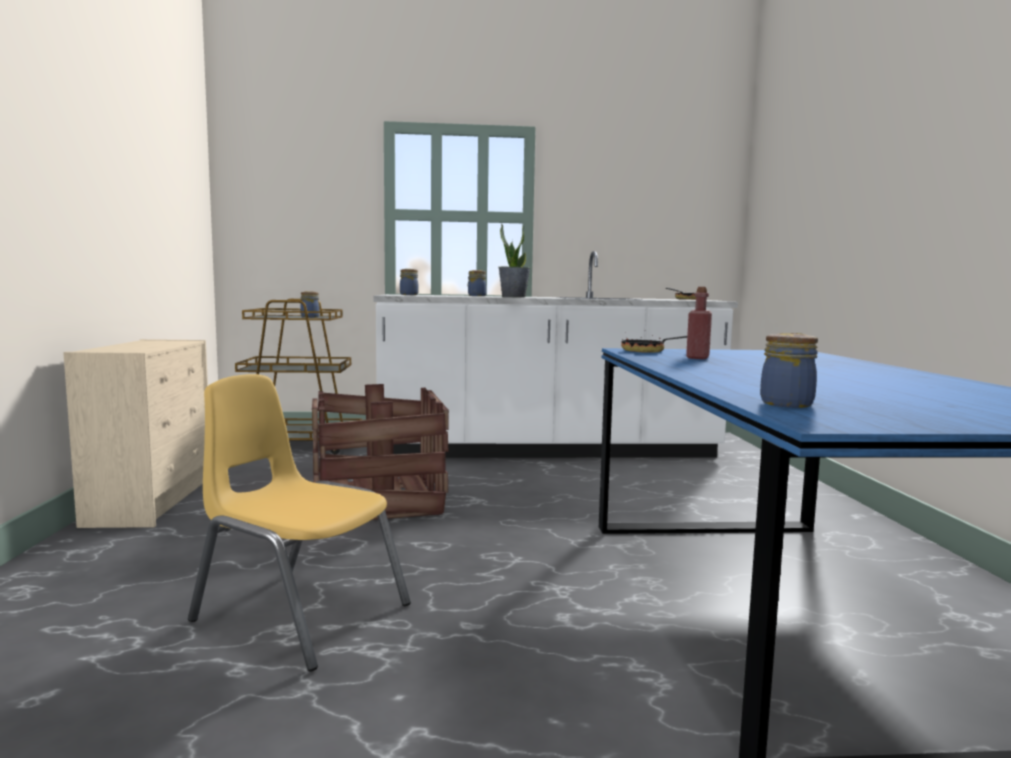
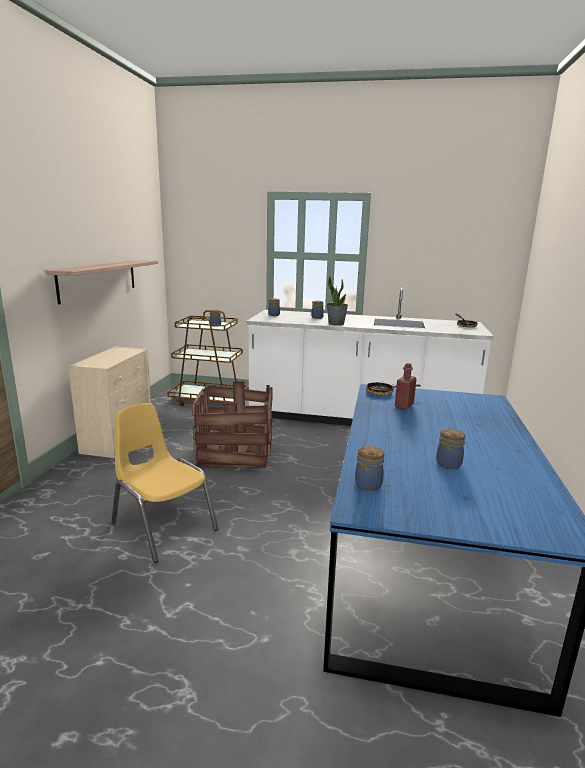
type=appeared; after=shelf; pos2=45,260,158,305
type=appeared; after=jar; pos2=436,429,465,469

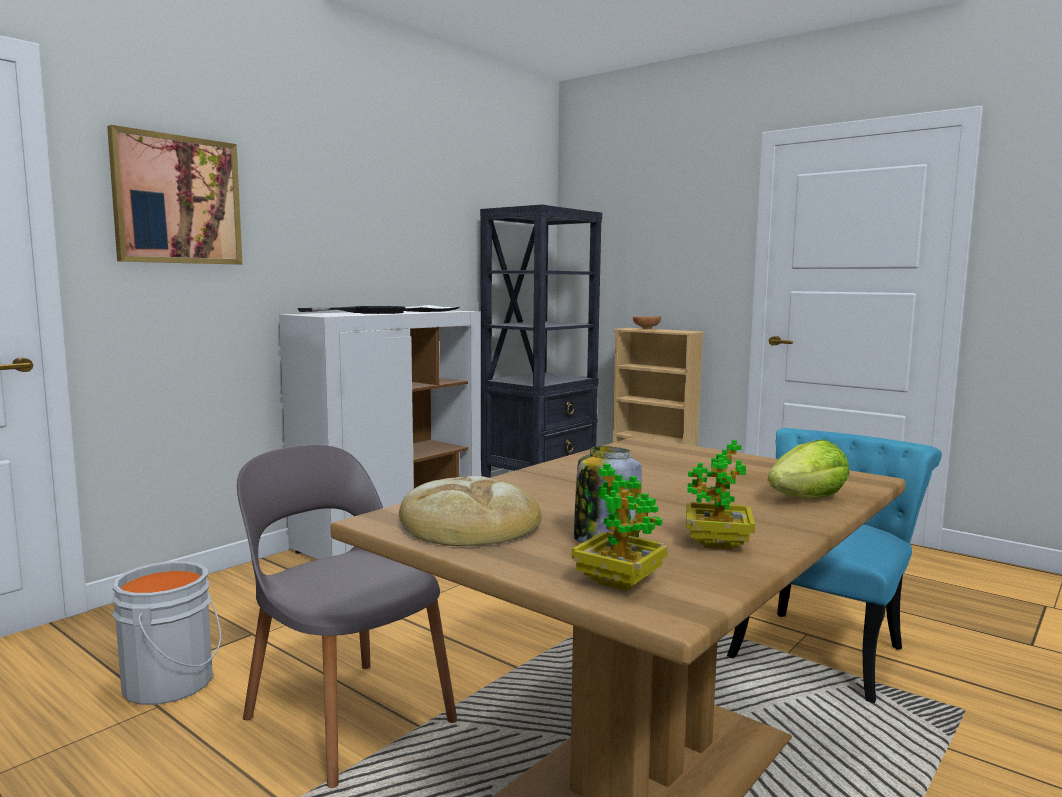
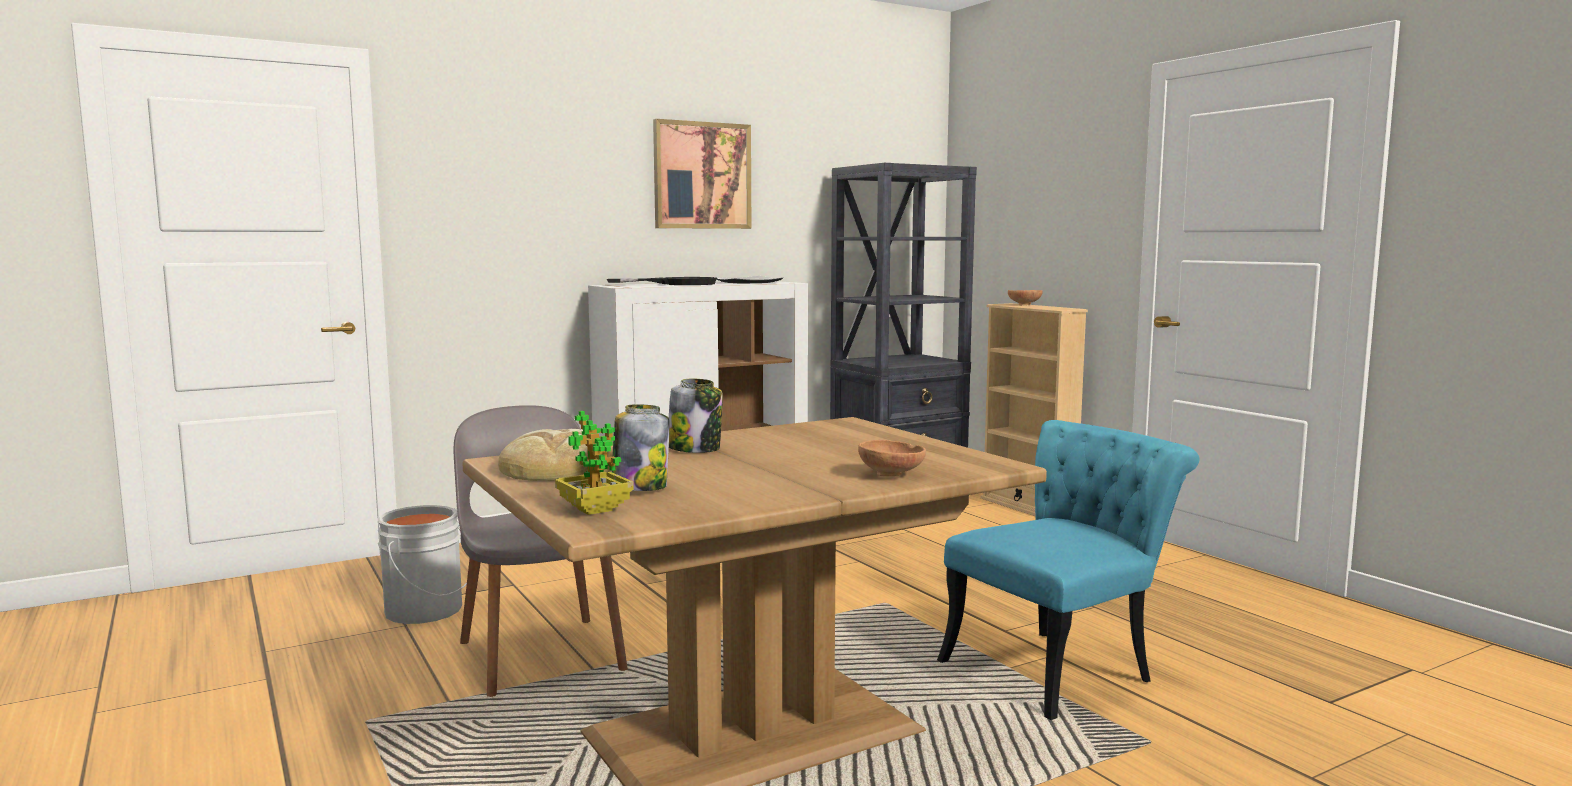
type=relocated; before=picture; pos1=107,125,242,264; pos2=653,119,751,229
type=appeared; after=jar; pos2=669,379,723,453
type=exchanged; before=lettuce; after=brown bowl; pos1=768,440,850,498; pos2=858,440,926,476
type=missing; before=potted plant; pos1=686,440,755,550

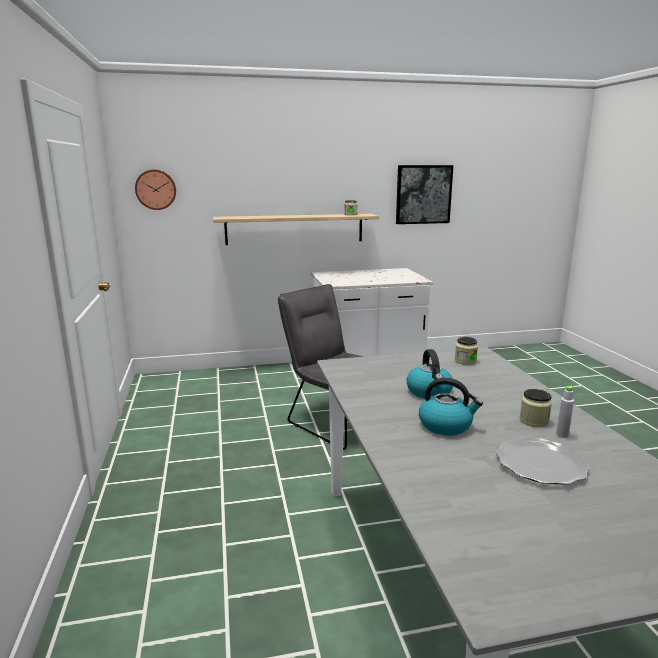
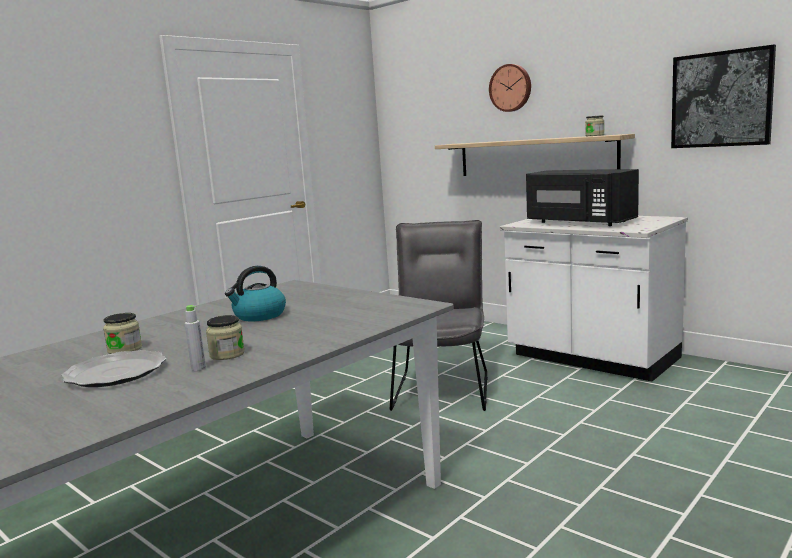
type=relocated; before=jar; pos1=455,337,478,365; pos2=103,313,142,354
type=relocated; before=wall clock; pos1=135,170,176,210; pos2=489,64,531,112
type=appeared; after=black microwave; pos2=526,169,639,226
type=missing; before=kettle; pos1=419,378,483,436

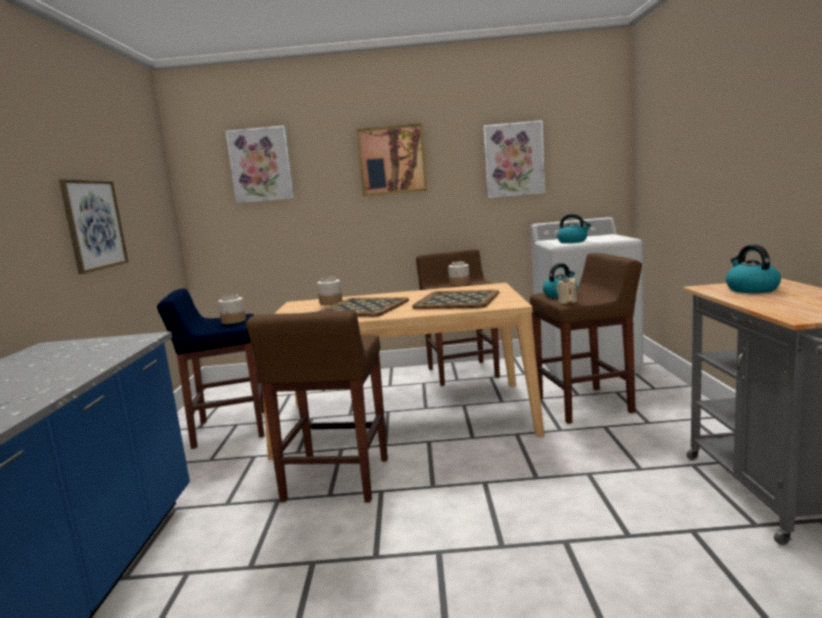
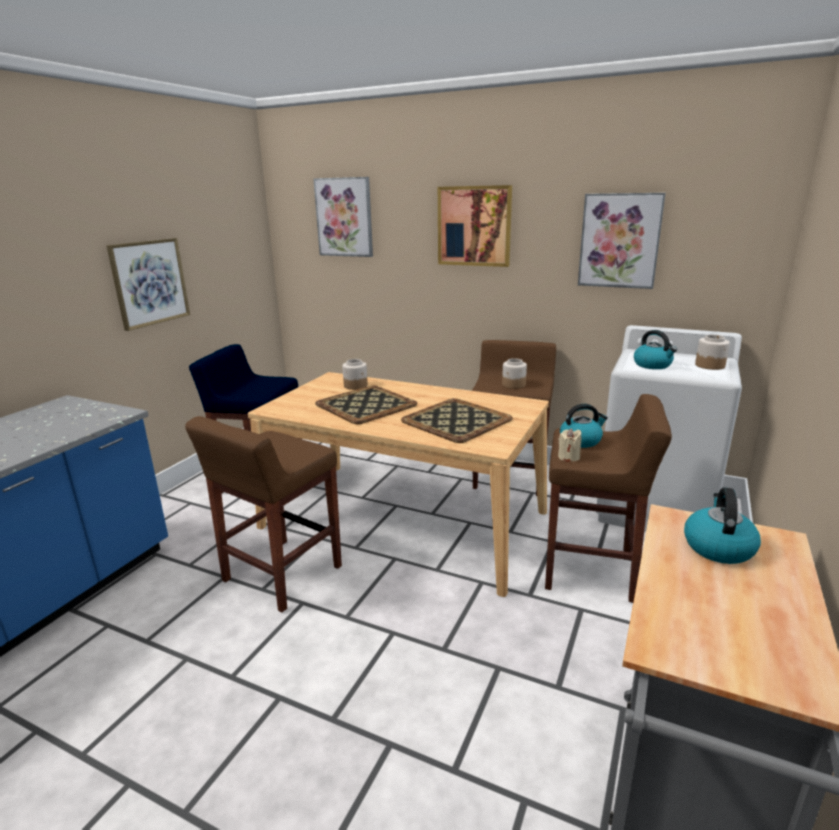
type=relocated; before=jar; pos1=218,294,246,324; pos2=695,335,730,370

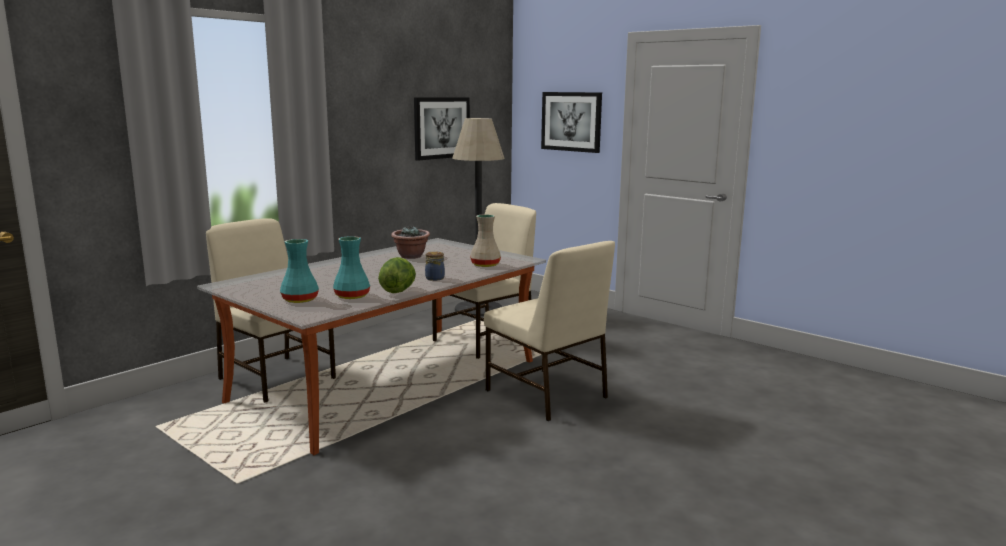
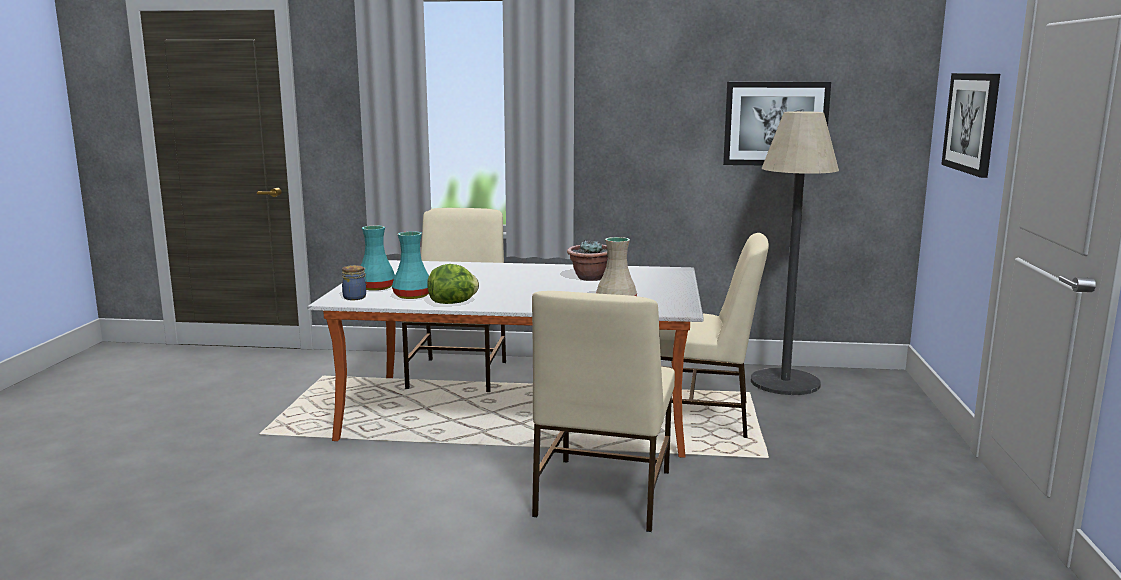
type=relocated; before=jar; pos1=425,252,445,281; pos2=342,265,367,300

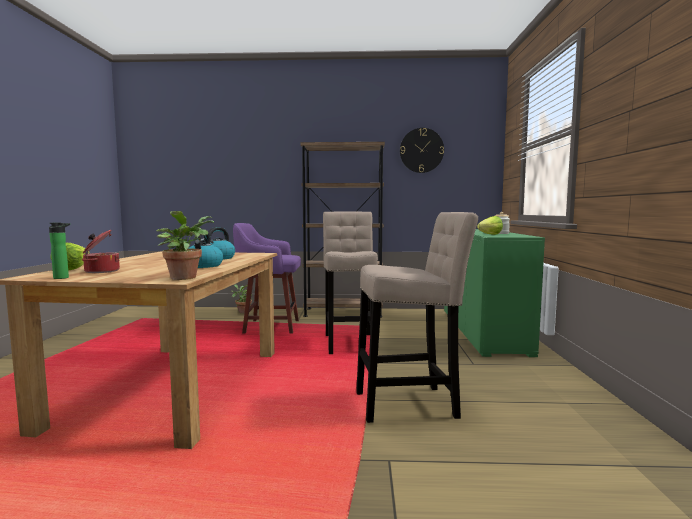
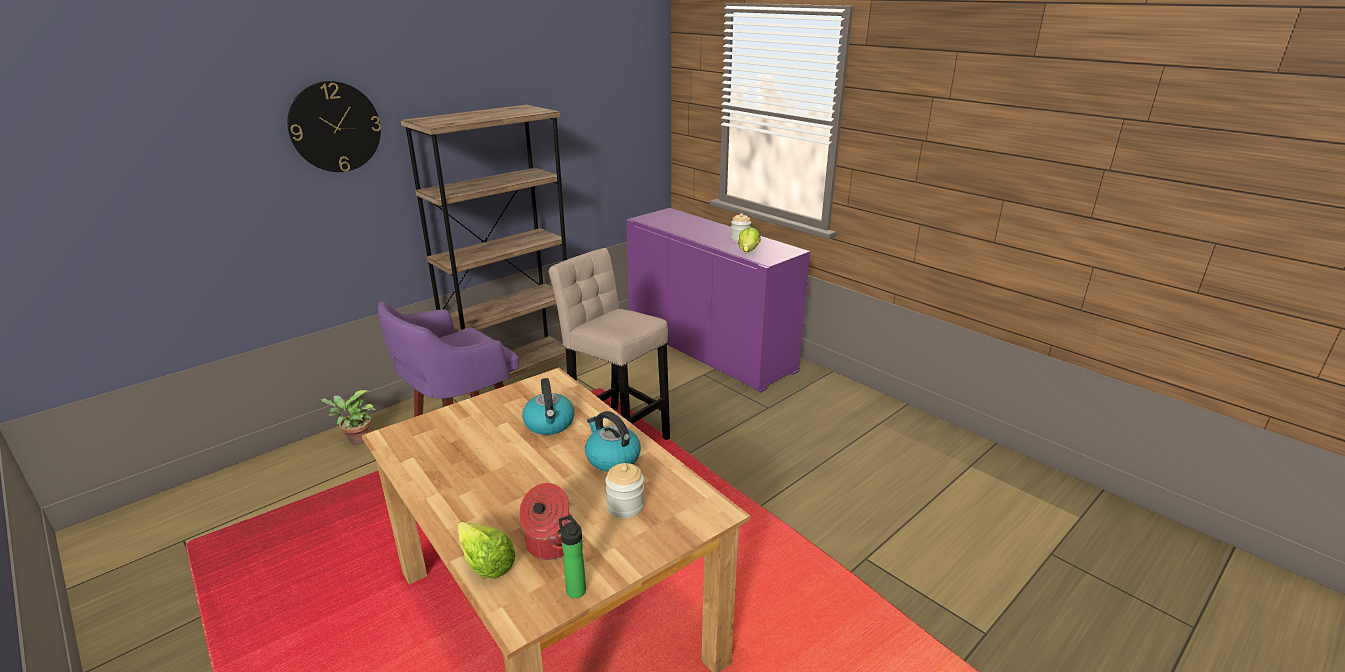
type=relocated; before=wall clock; pos1=400,128,444,173; pos2=287,81,381,172
type=appeared; after=jar; pos2=605,463,644,518
type=colour; before=green cabinet; after=purple cabinet; pos1=444,229,545,357; pos2=626,208,810,392
type=missing; before=potted plant; pos1=156,211,214,280
type=missing; before=beige stool; pos1=356,212,478,423

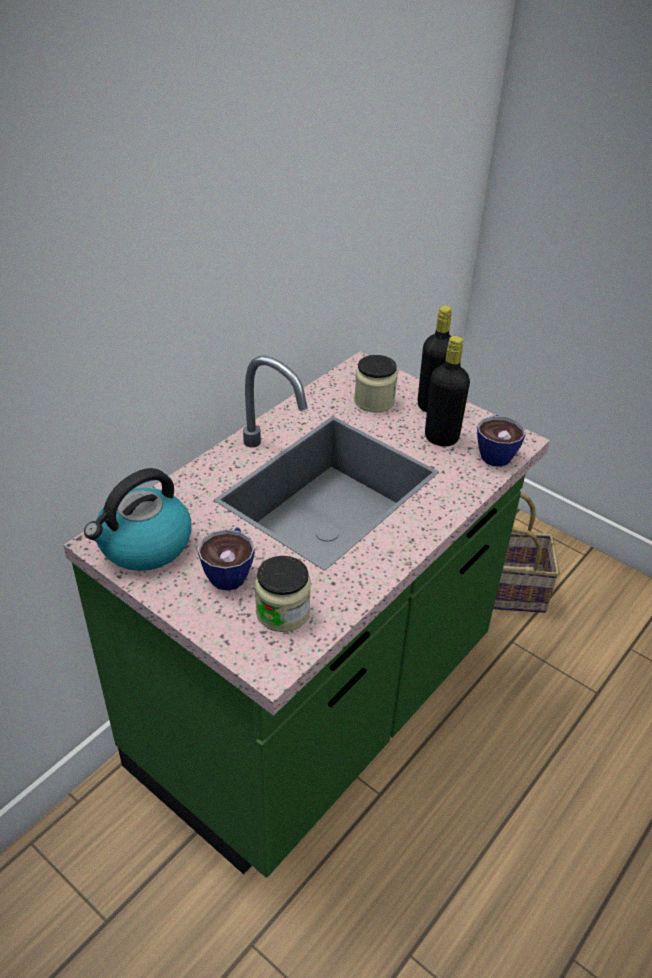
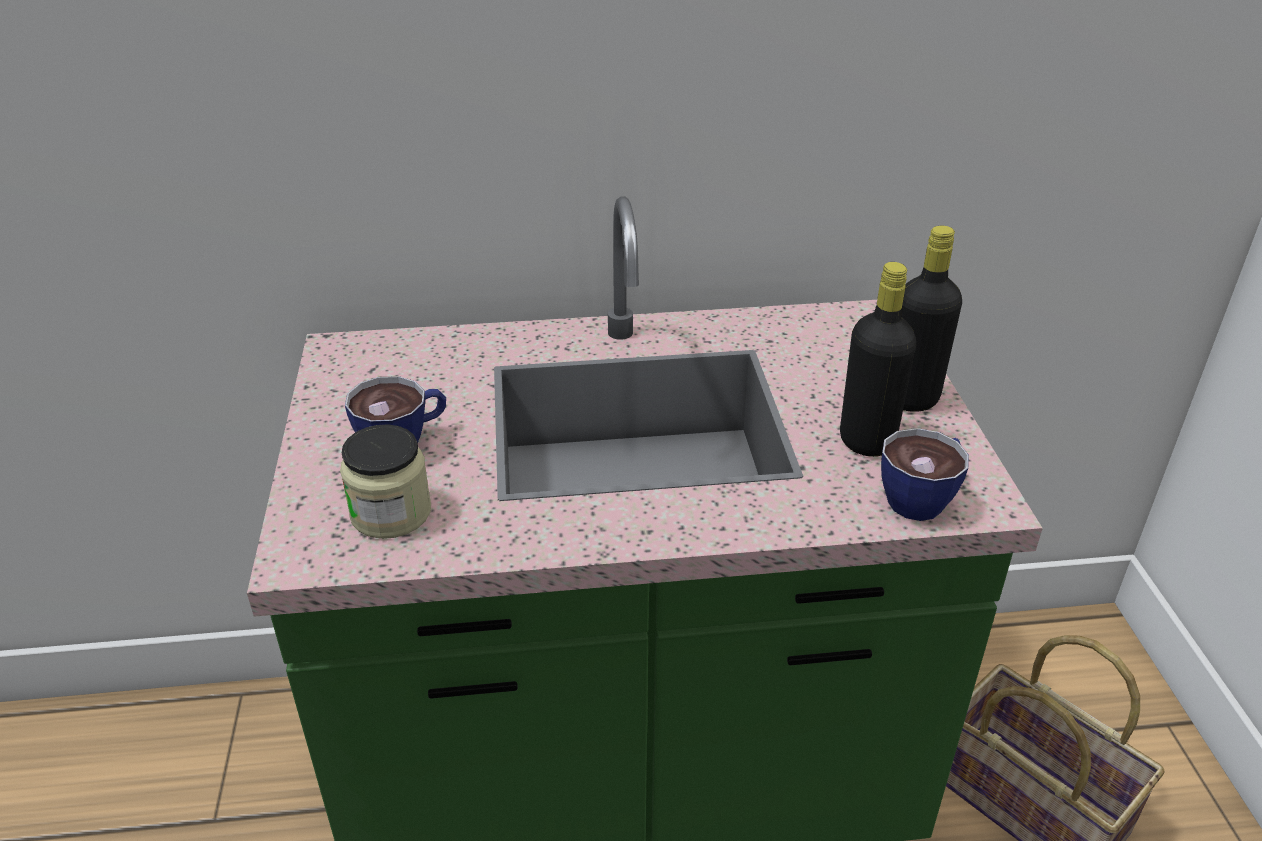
type=missing; before=kettle; pos1=84,468,192,571
type=missing; before=jar; pos1=354,355,398,413

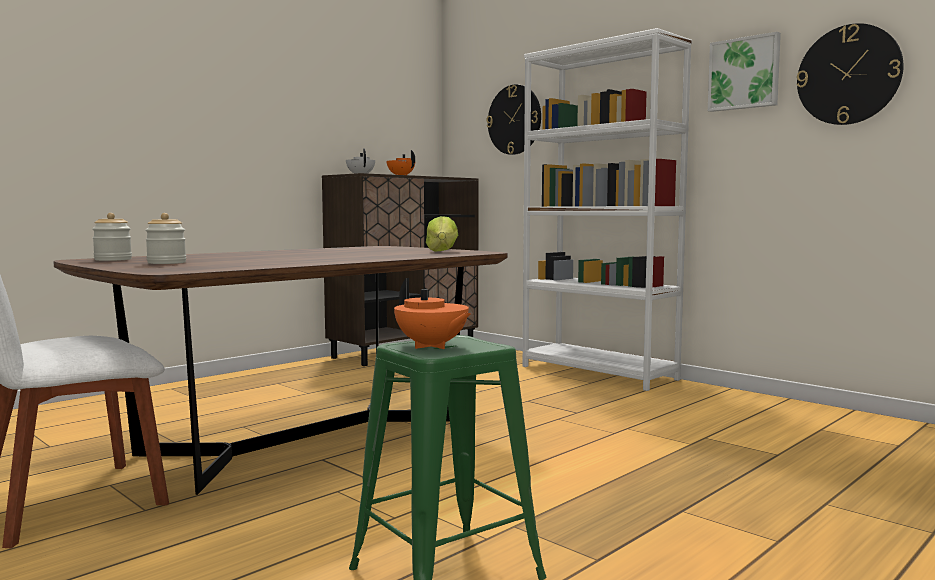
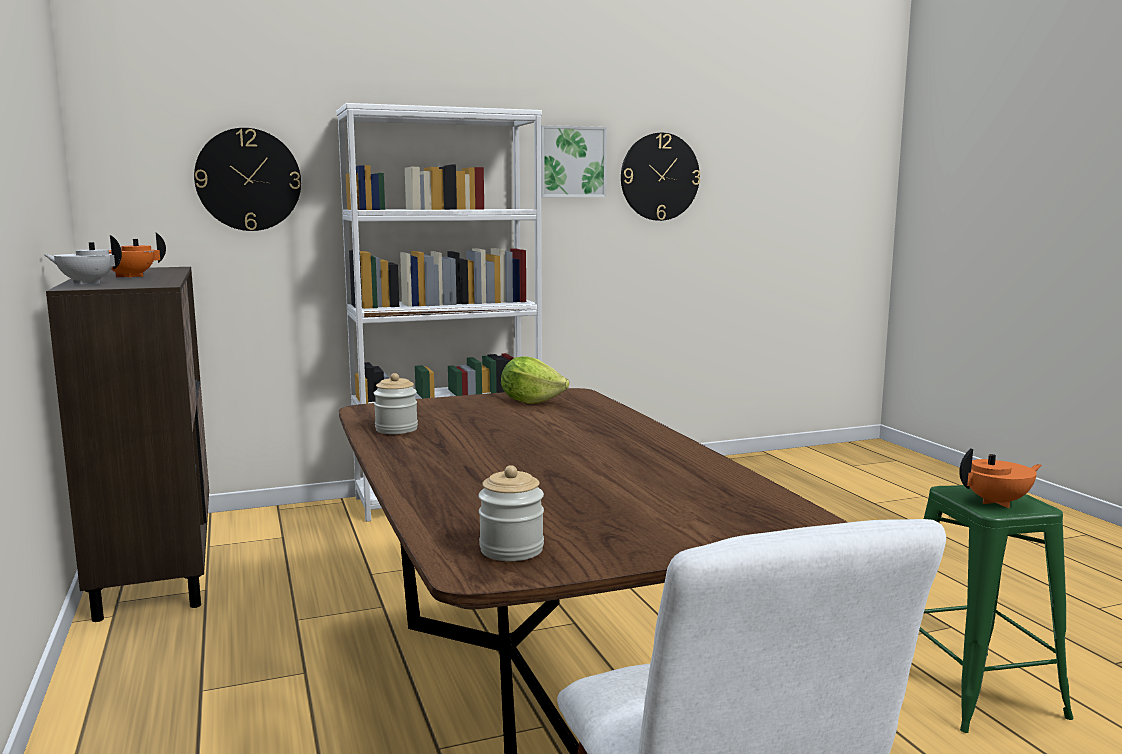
type=relocated; before=jar; pos1=145,213,186,264; pos2=374,373,418,434

